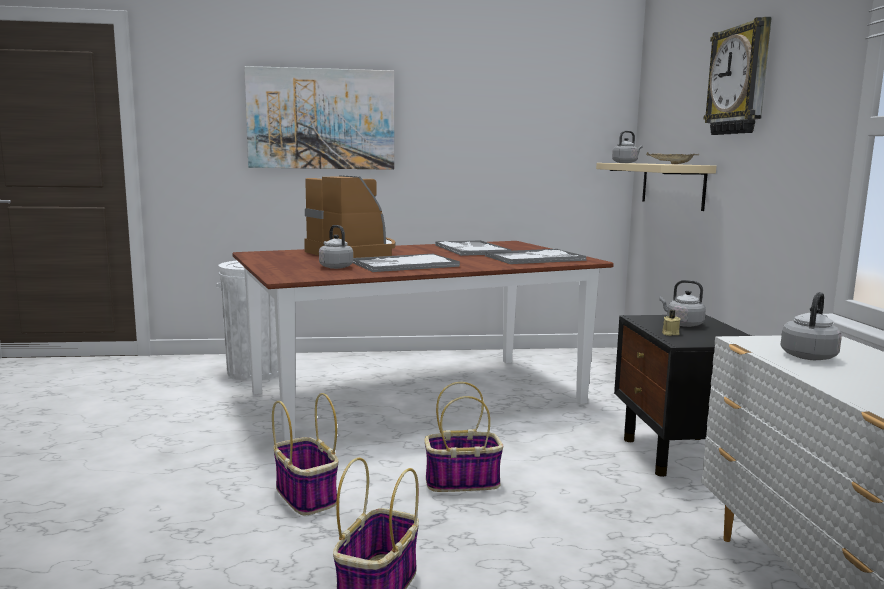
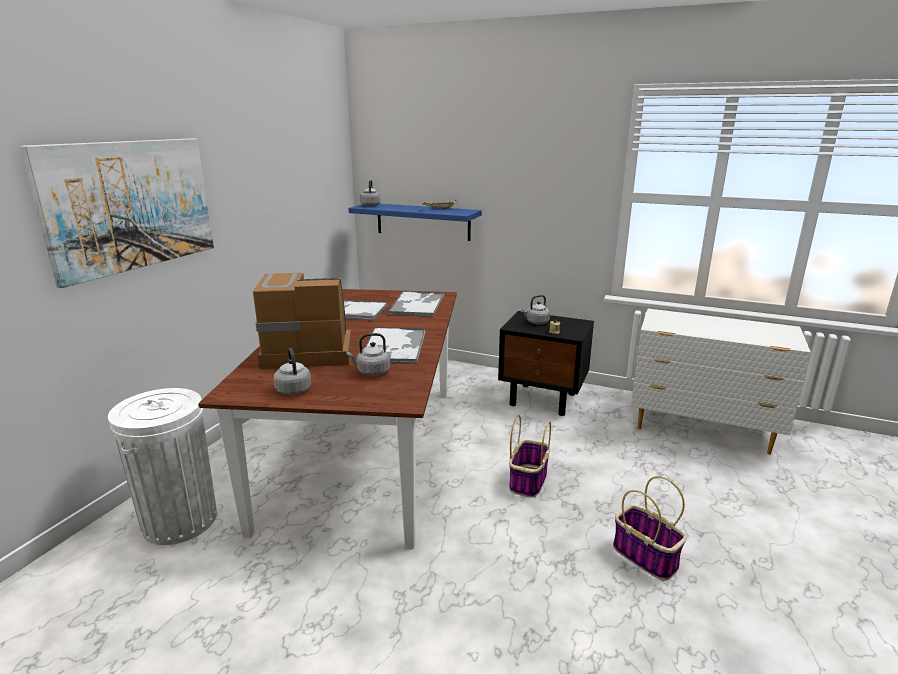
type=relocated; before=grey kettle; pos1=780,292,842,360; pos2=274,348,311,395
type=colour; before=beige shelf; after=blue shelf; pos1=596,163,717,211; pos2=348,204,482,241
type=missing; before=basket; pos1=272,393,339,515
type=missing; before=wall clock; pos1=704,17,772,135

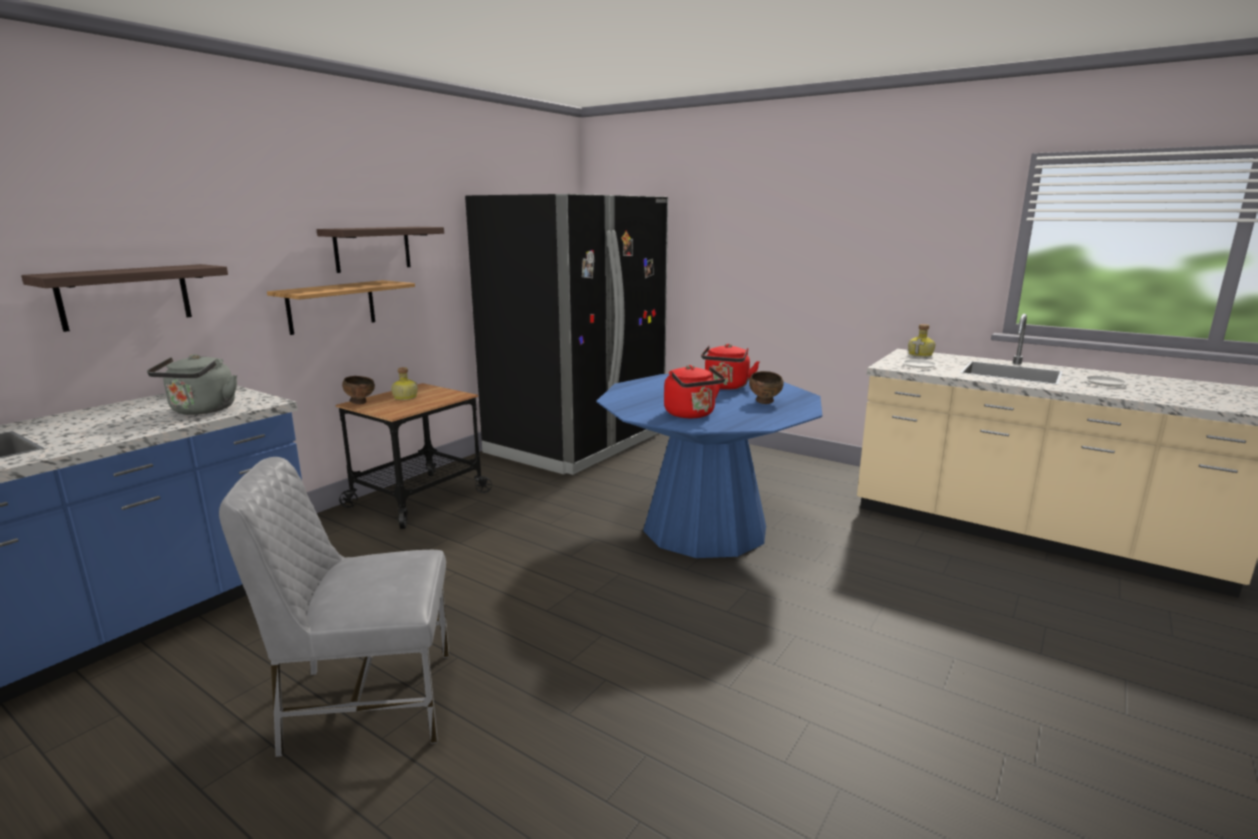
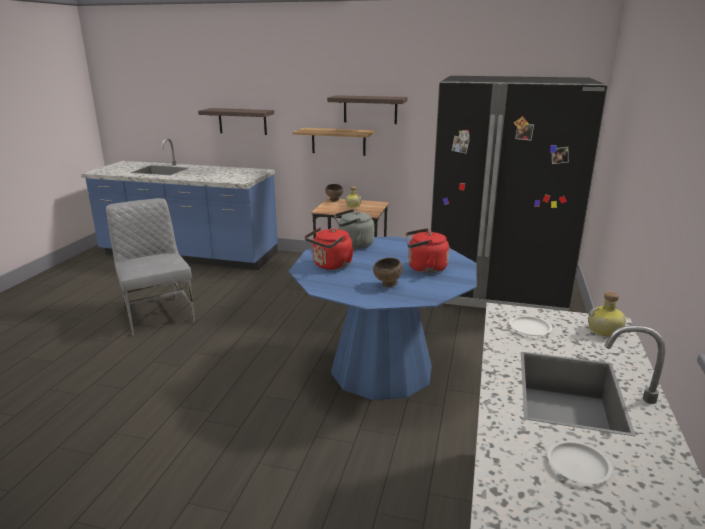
type=relocated; before=grey kettle; pos1=147,354,237,415; pos2=334,209,374,249

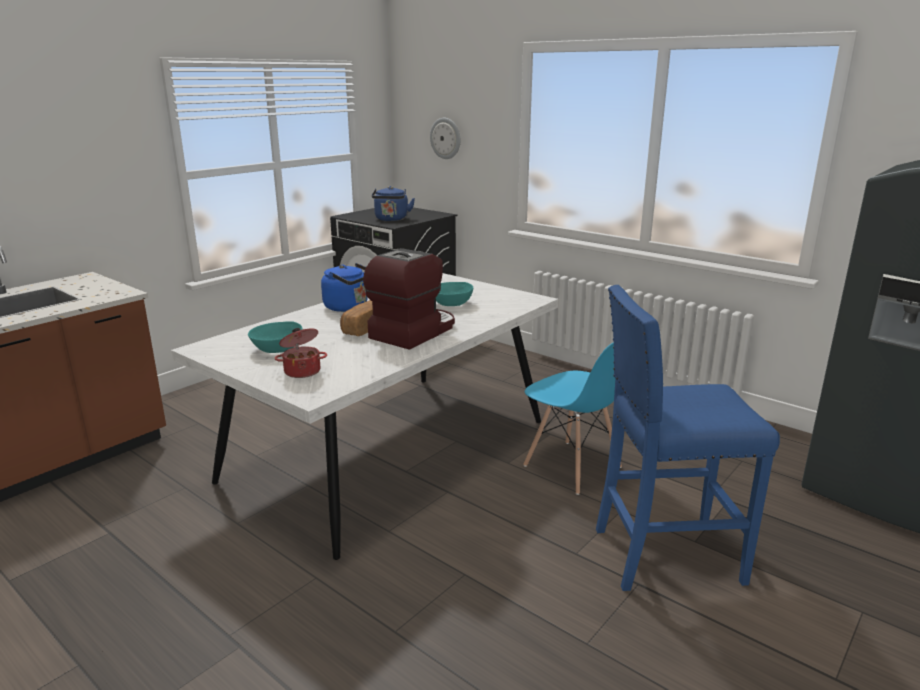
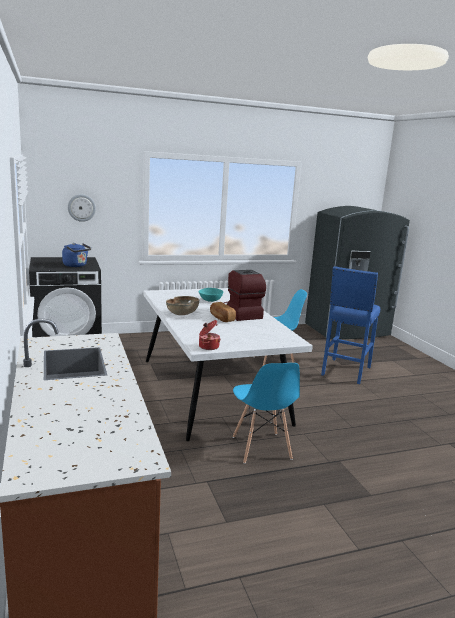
type=exchanged; before=blue kettle; after=brown bowl; pos1=321,263,368,312; pos2=166,296,199,315
type=relocated; before=cooking pot; pos1=275,328,327,378; pos2=199,320,220,350
type=appeared; after=blue chair; pos2=233,363,300,464
type=missing; before=turquoise bowl; pos1=248,321,303,353

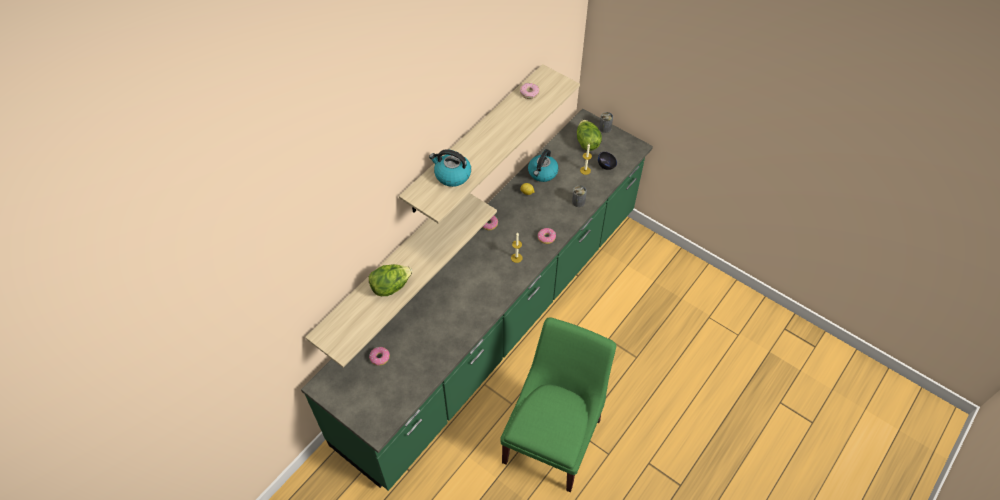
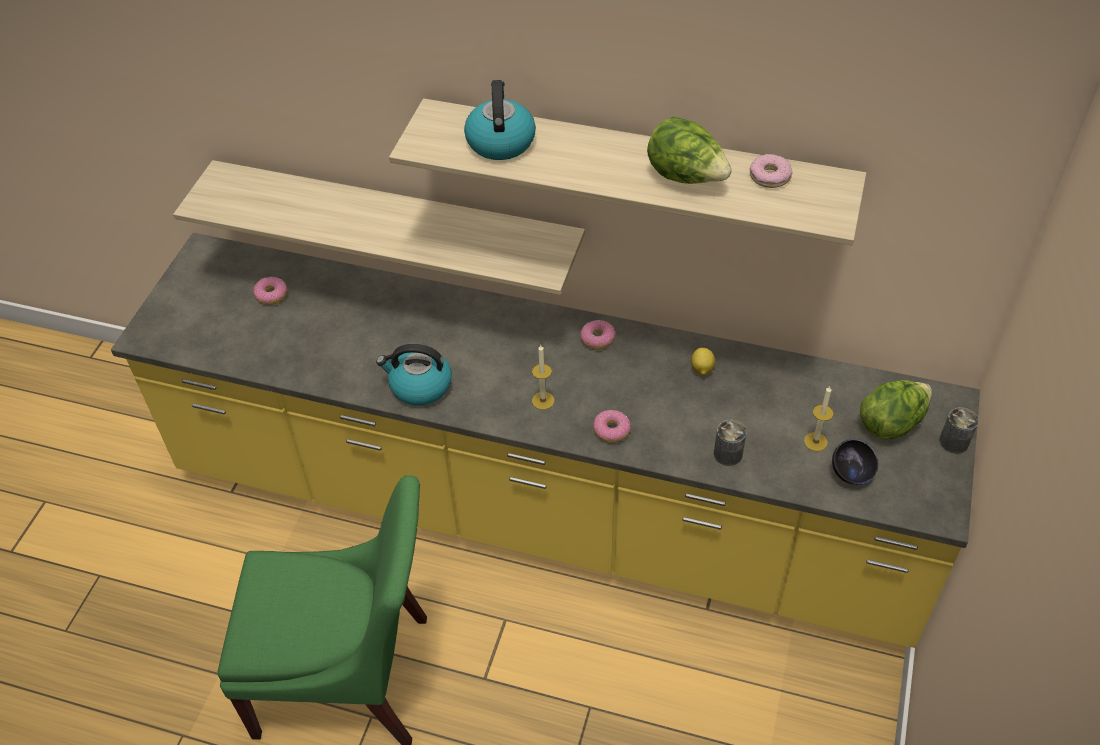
type=colour; before=green counter; after=yellow counter; pos1=301,109,653,491; pos2=111,233,980,648
type=relocated; before=kettle; pos1=528,149,558,182; pos2=376,344,452,406
type=relocated; before=lettuce; pos1=369,264,412,296; pos2=647,117,732,184

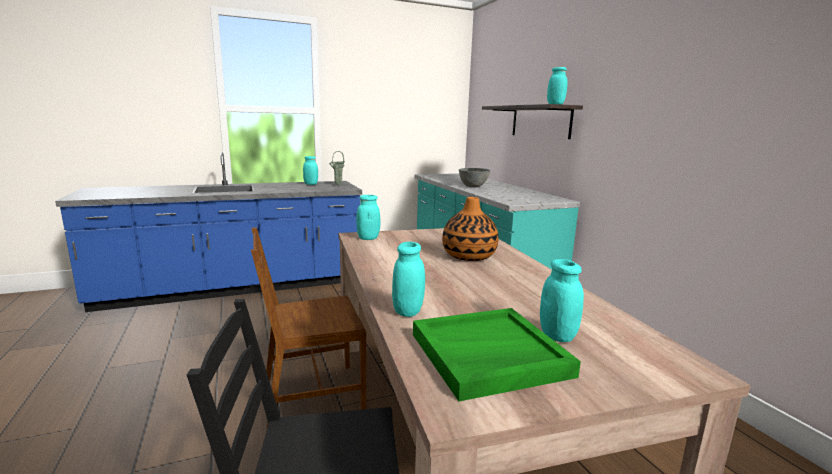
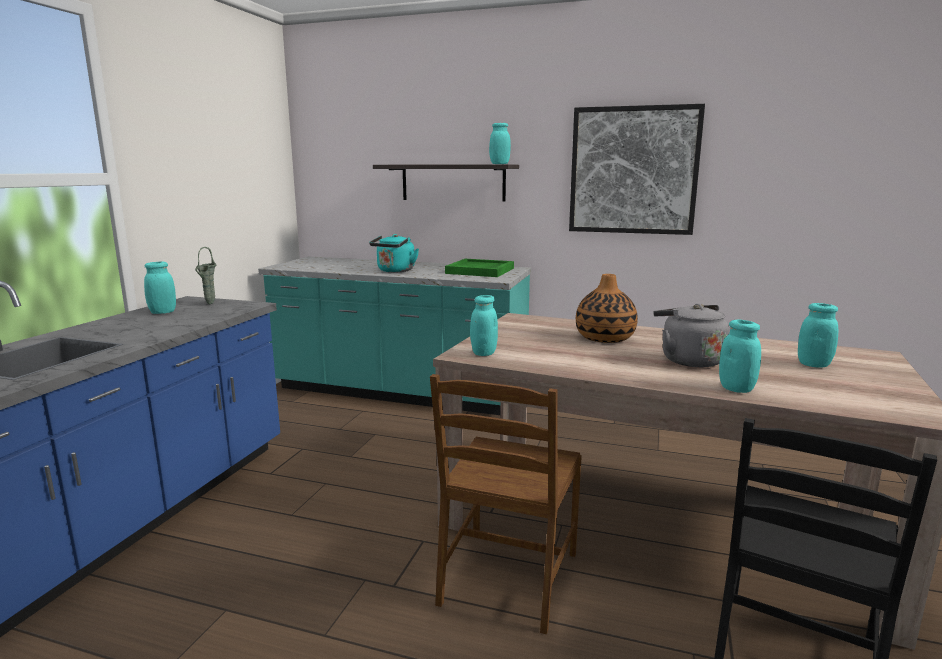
type=exchanged; before=grey bowl; after=turquoise kettle; pos1=459,168,490,187; pos2=369,234,419,272
type=relocated; before=green tray; pos1=413,308,581,401; pos2=445,259,514,277
type=appeared; after=picture; pos2=569,104,705,235
type=appeared; after=grey kettle; pos2=653,304,729,367

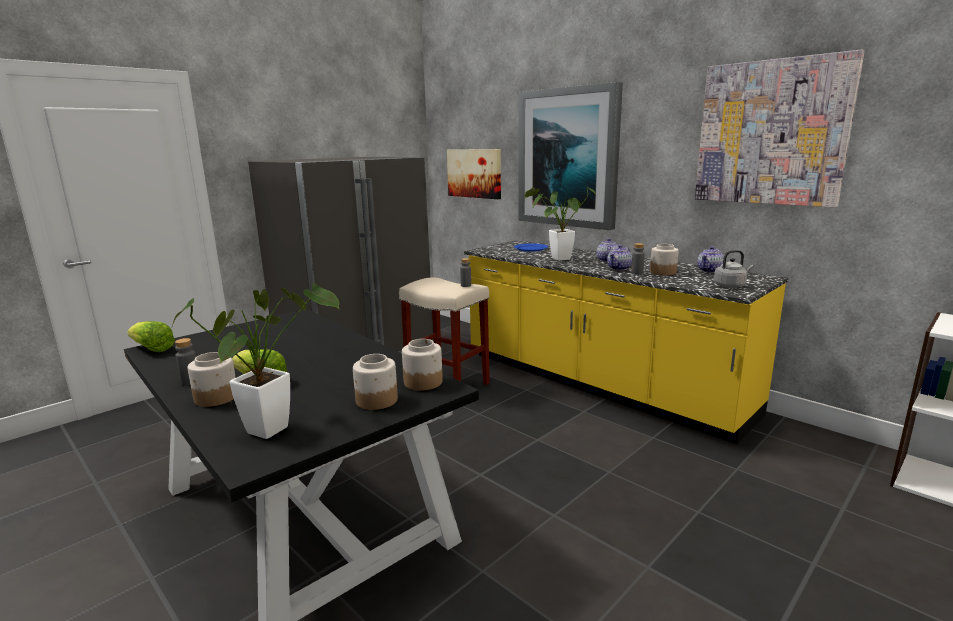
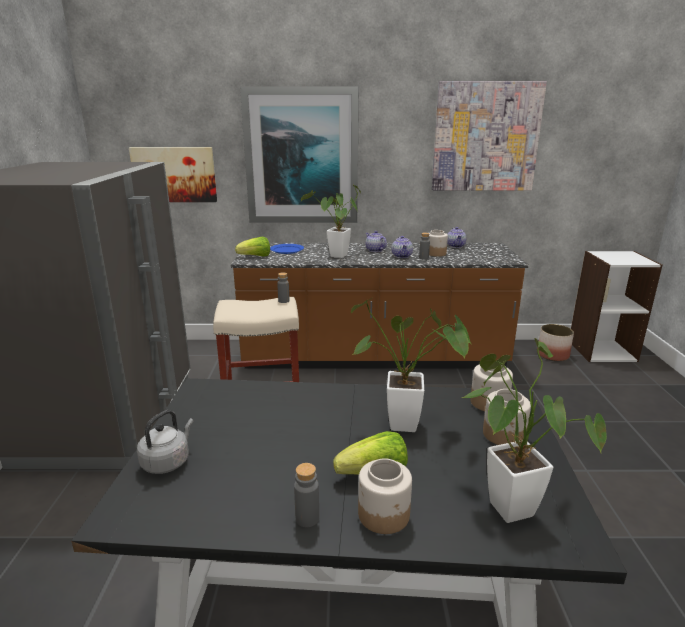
type=relocated; before=grey kettle; pos1=714,250,754,288; pos2=137,410,194,474
type=colour; before=yellow counter; after=brown counter; pos1=464,240,788,444; pos2=231,243,529,368
type=relocated; before=lettuce; pos1=127,321,175,352; pos2=235,236,270,257
type=appeared; after=potted plant; pos2=351,298,472,432
type=appeared; after=planter; pos2=537,324,574,361

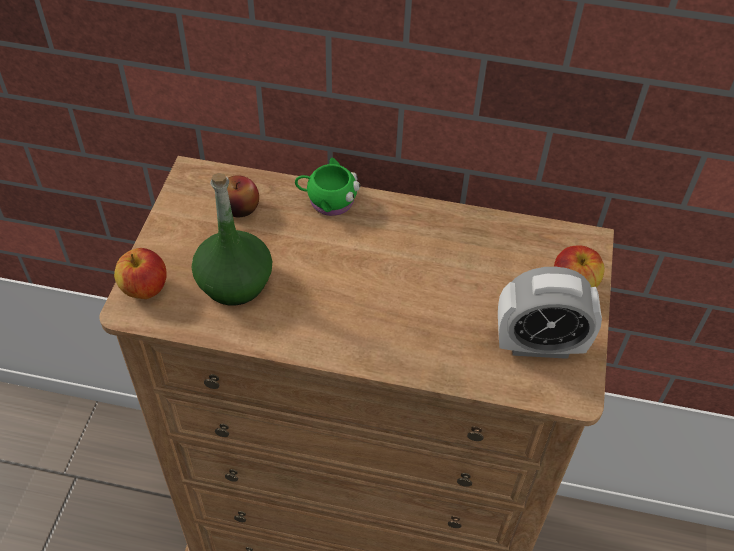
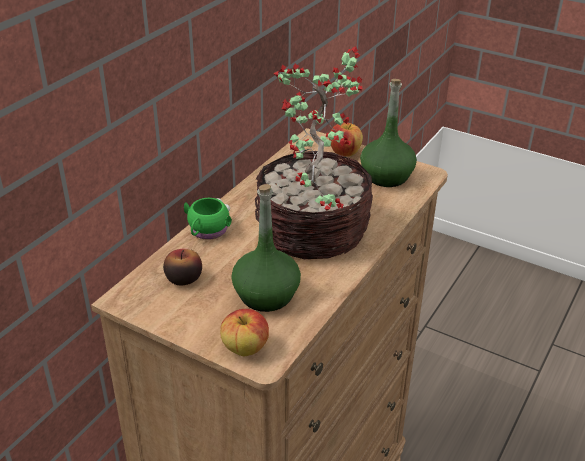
type=appeared; after=potted plant; pos2=255,46,373,259
type=exchanged; before=alarm clock; after=green bottle; pos1=498,267,602,359; pos2=360,79,417,187

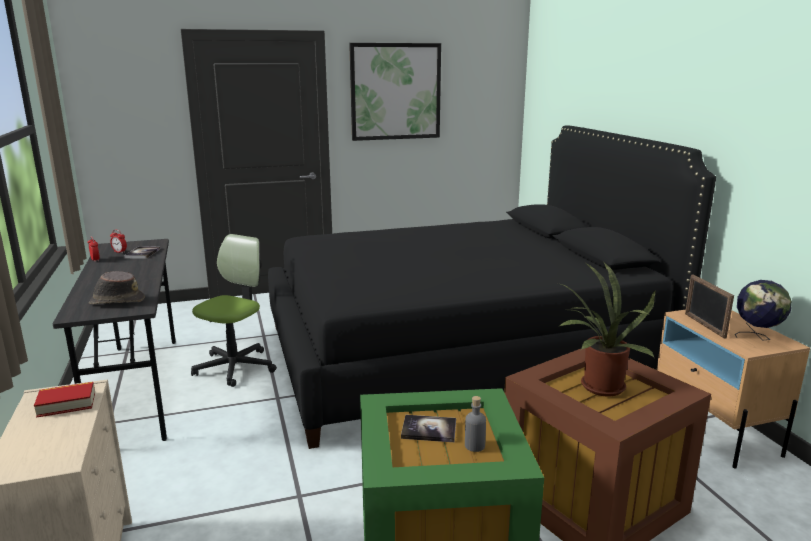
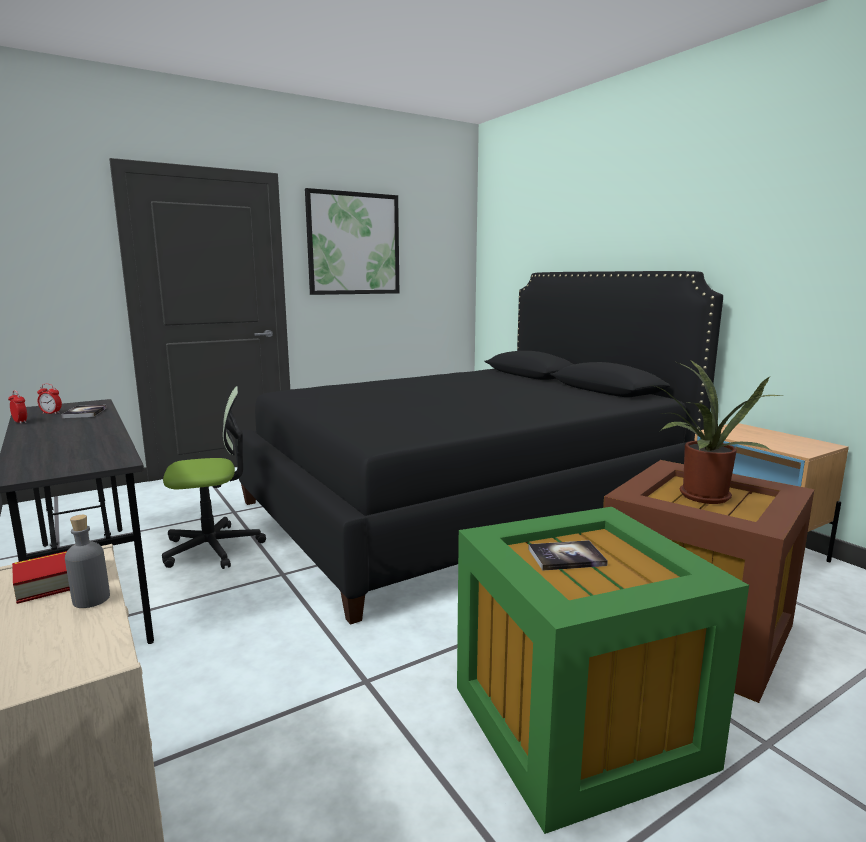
type=relocated; before=grey bottle; pos1=465,396,486,452; pos2=65,515,110,608
type=spun; before=office chair; pos1=191,234,277,387; pos2=162,386,266,569; turn=60
type=missing; before=brown hat; pos1=89,271,145,304
type=missing; before=picture frame; pos1=685,274,734,339
type=missing; before=globe; pos1=735,280,792,340

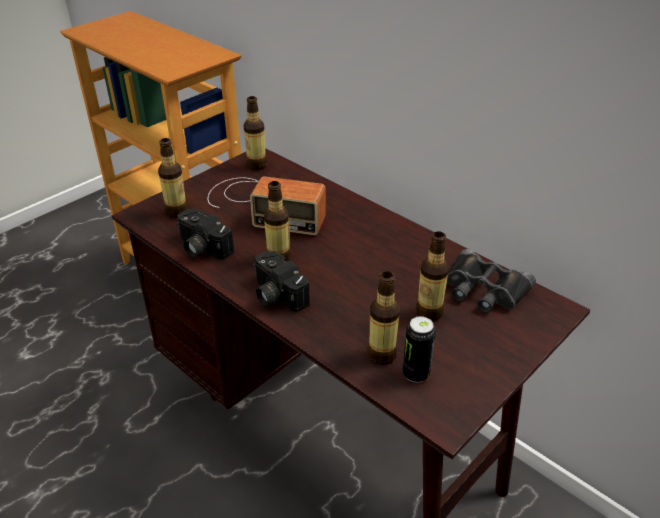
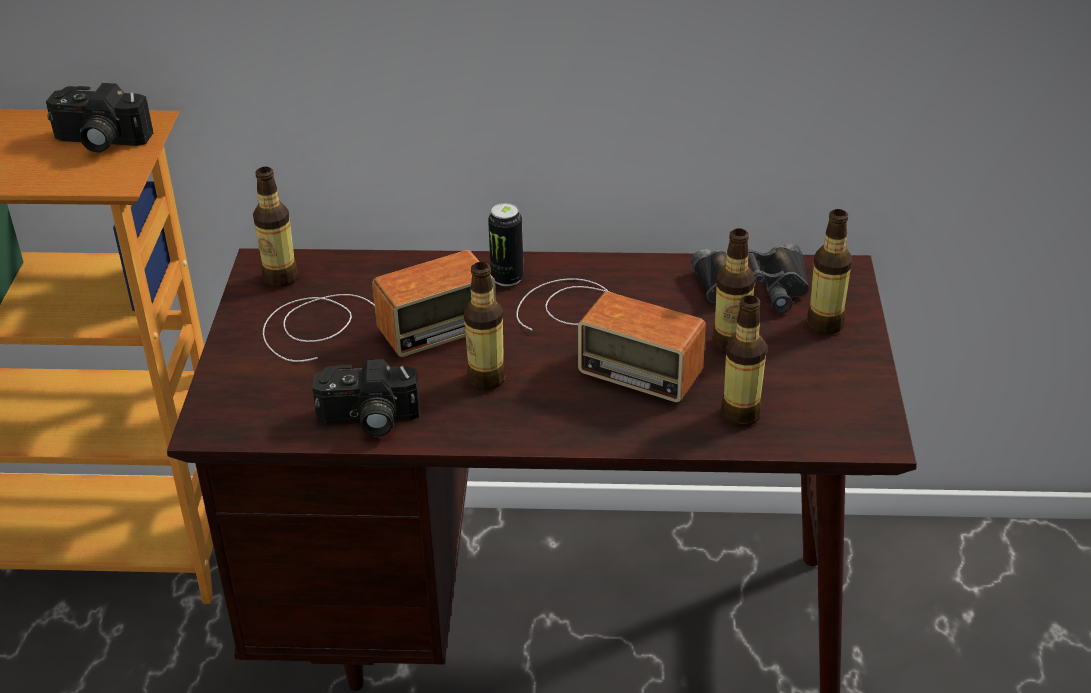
type=relocated; before=photo camera; pos1=253,251,310,312; pos2=46,83,153,153
type=relocated; before=can; pos1=402,316,436,383; pos2=488,203,524,287
type=appeared; after=radio; pos2=516,278,706,402
type=relocated; before=bottle; pos1=158,138,188,218; pos2=807,209,852,335

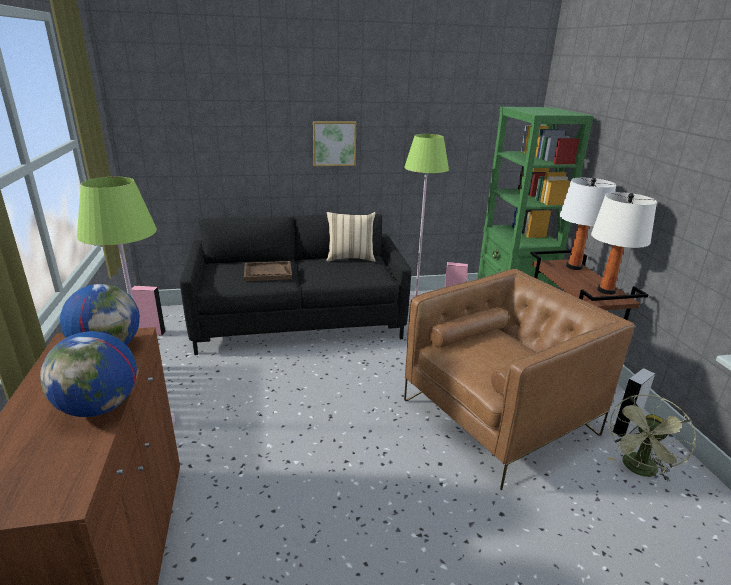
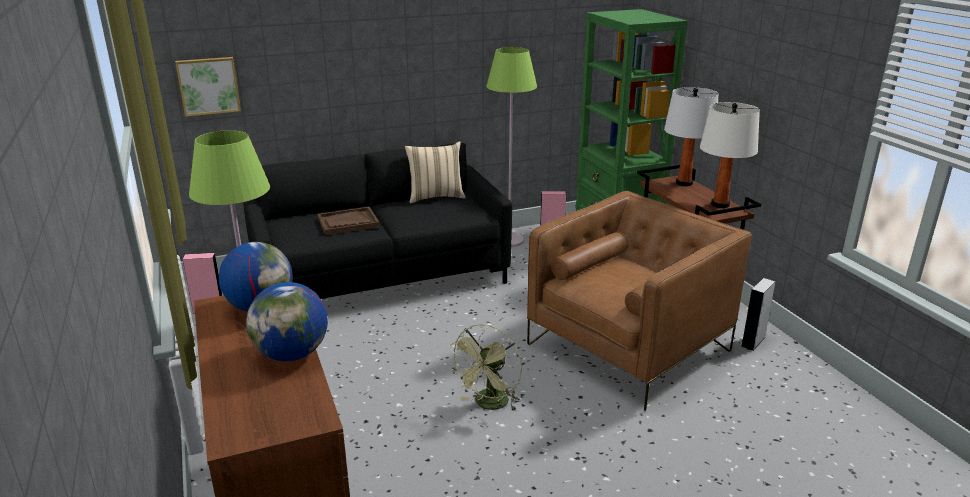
type=relocated; before=picture; pos1=313,121,356,166; pos2=175,57,241,117
type=relocated; before=green fan; pos1=607,394,697,481; pos2=448,324,522,411

